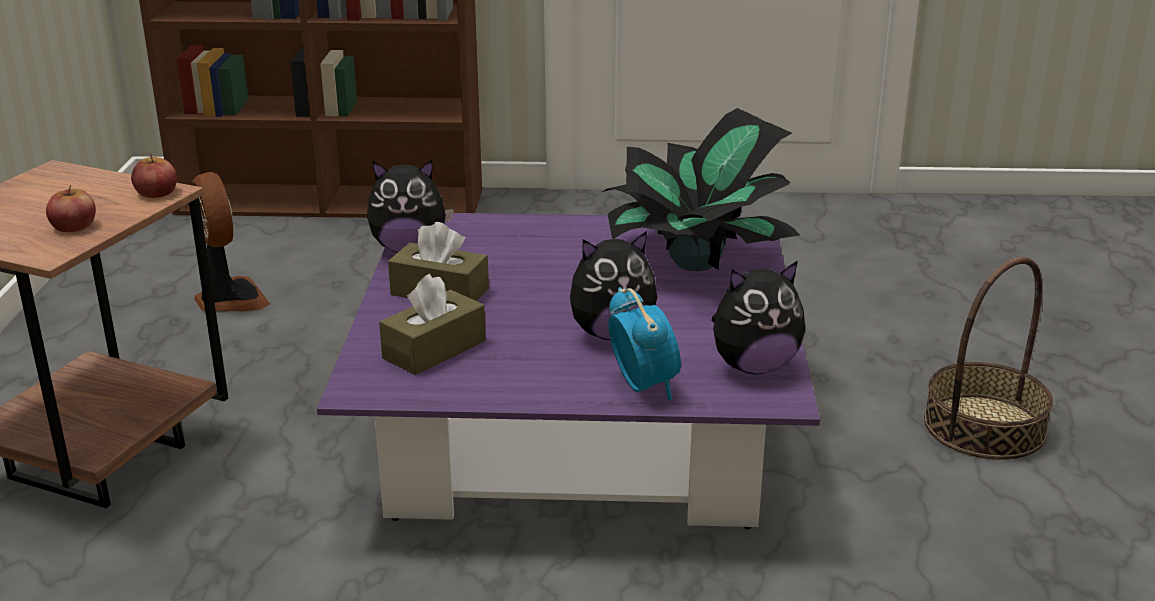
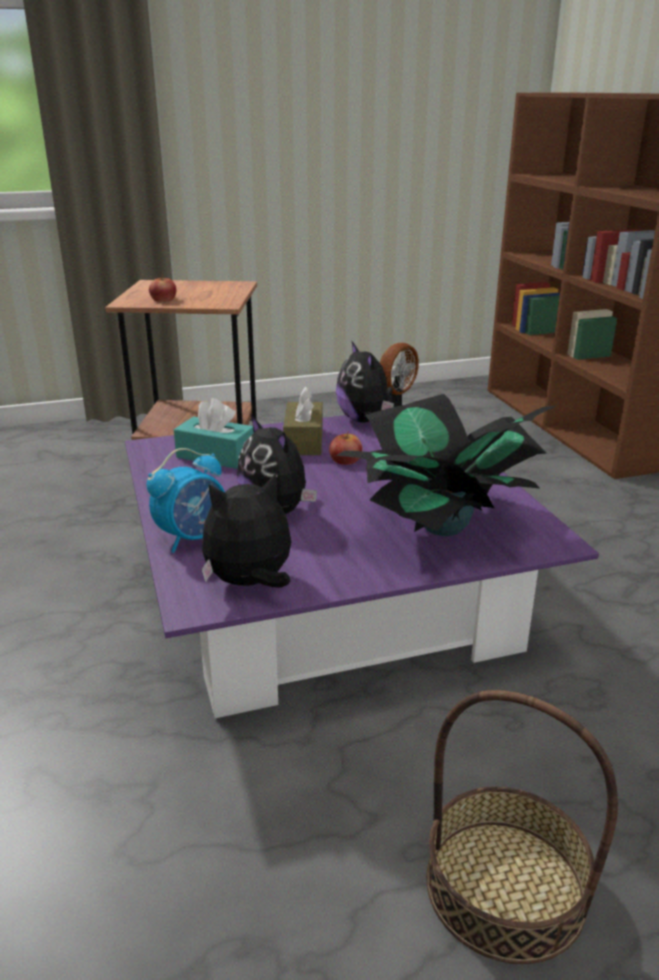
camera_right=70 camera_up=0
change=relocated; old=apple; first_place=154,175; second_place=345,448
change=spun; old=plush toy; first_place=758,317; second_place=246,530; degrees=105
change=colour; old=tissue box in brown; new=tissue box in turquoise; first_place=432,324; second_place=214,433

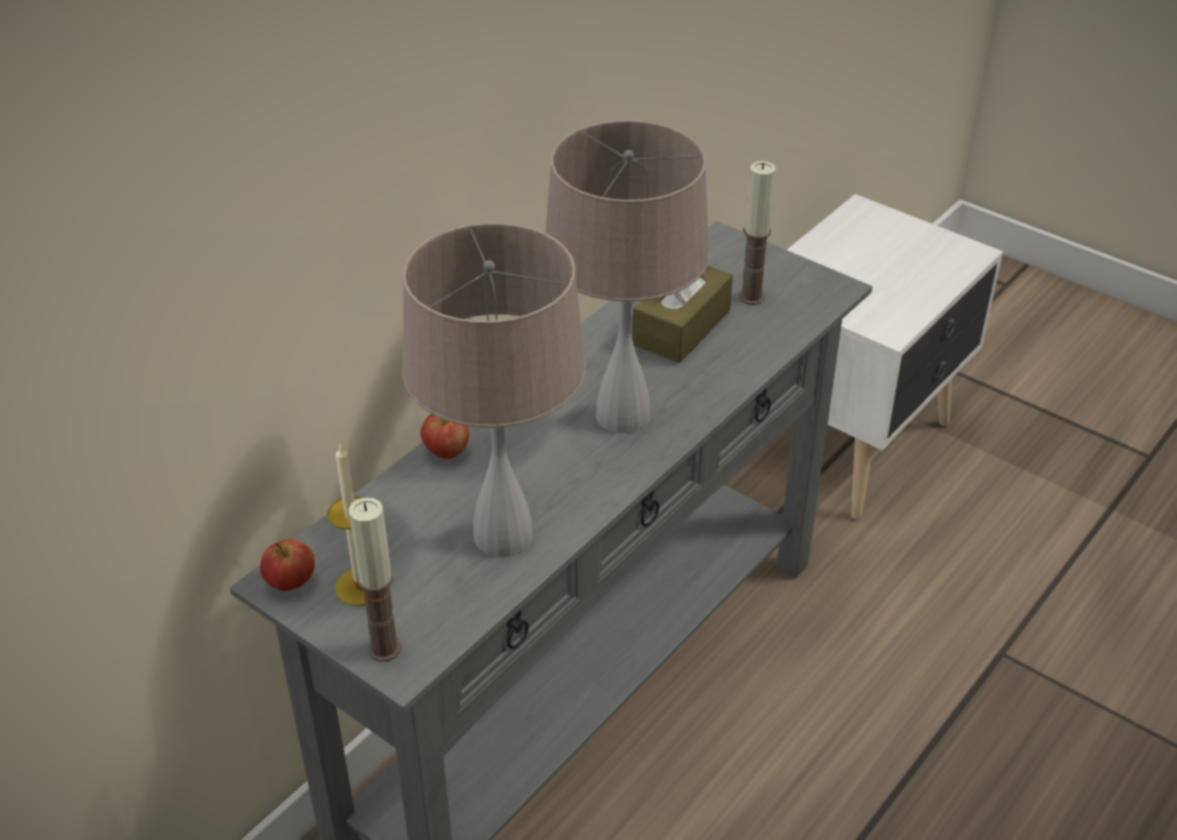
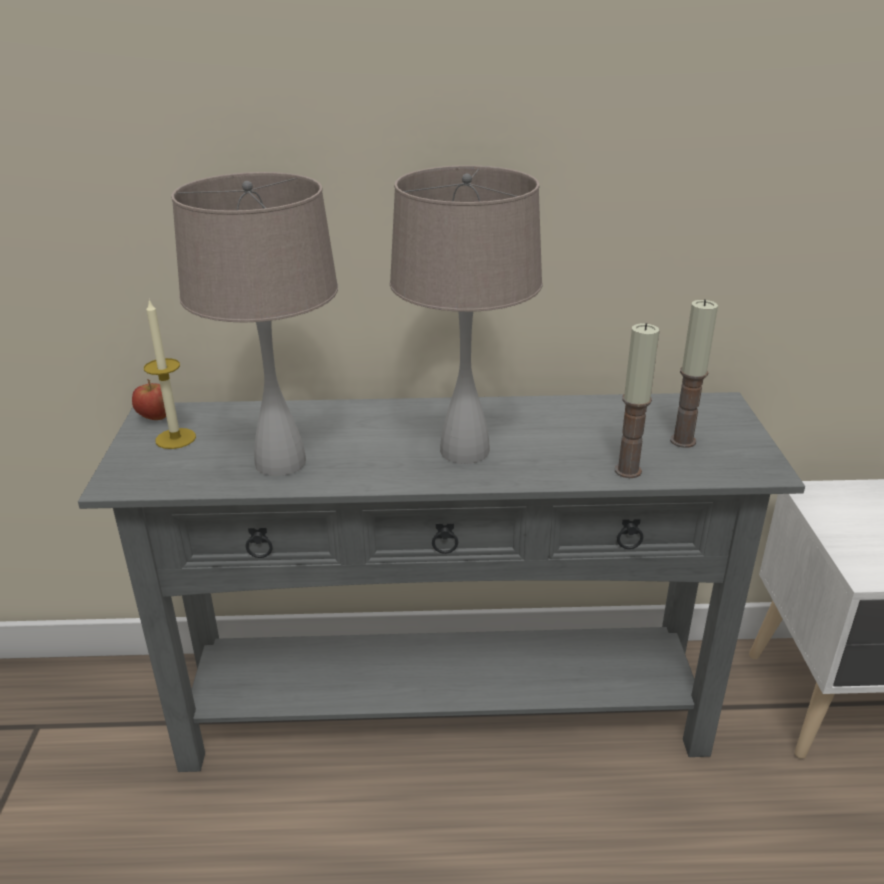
camera_right=50 camera_up=-10
change=missing; old=tissue box in brown; first_place=682,314
change=missing; old=apple; first_place=445,436
change=relocated; old=candle; first_place=375,579; second_place=637,400

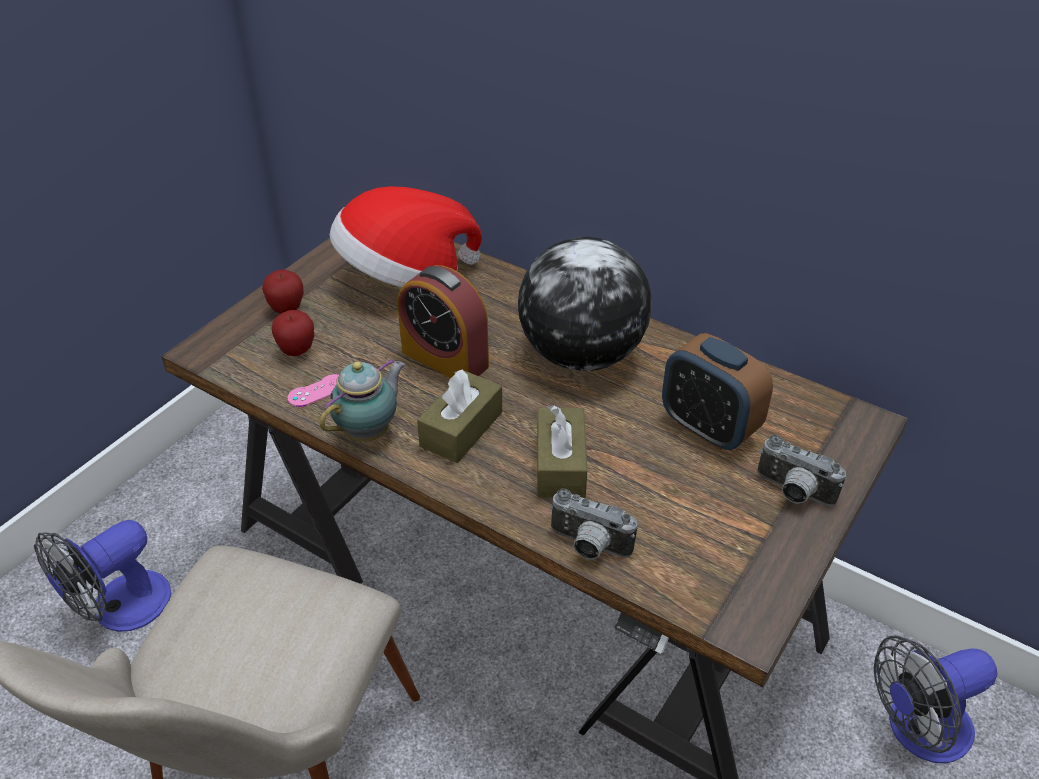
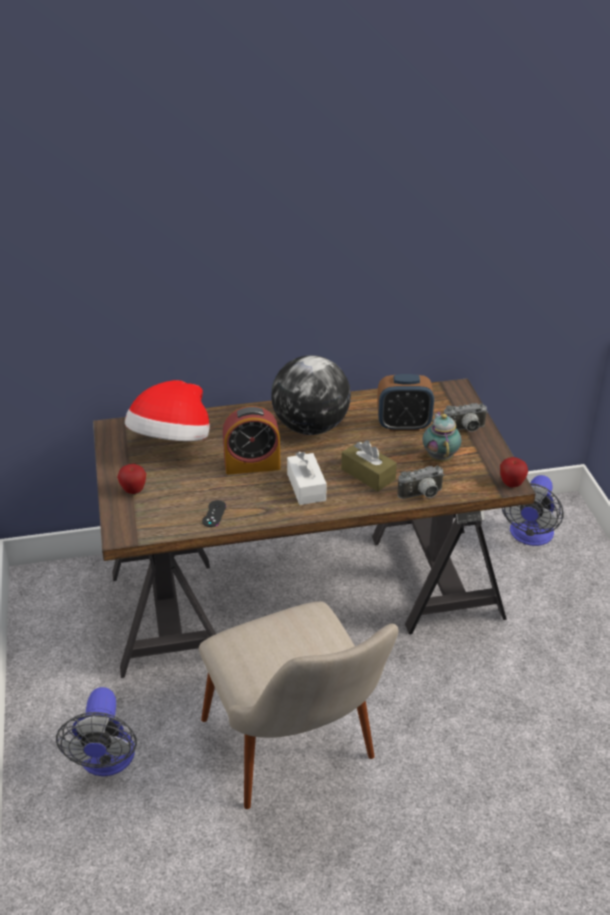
camera_right=-45 camera_up=-5
change=relocated; old=apple; first_place=293,333; second_place=514,472
change=relocated; old=teapot; first_place=362,400; second_place=441,436
change=colour; old=tissue box in brown; new=tissue box in white; first_place=459,416; second_place=307,478
change=colour; old=game controller in pink; new=game controller in black; first_place=313,390; second_place=214,513

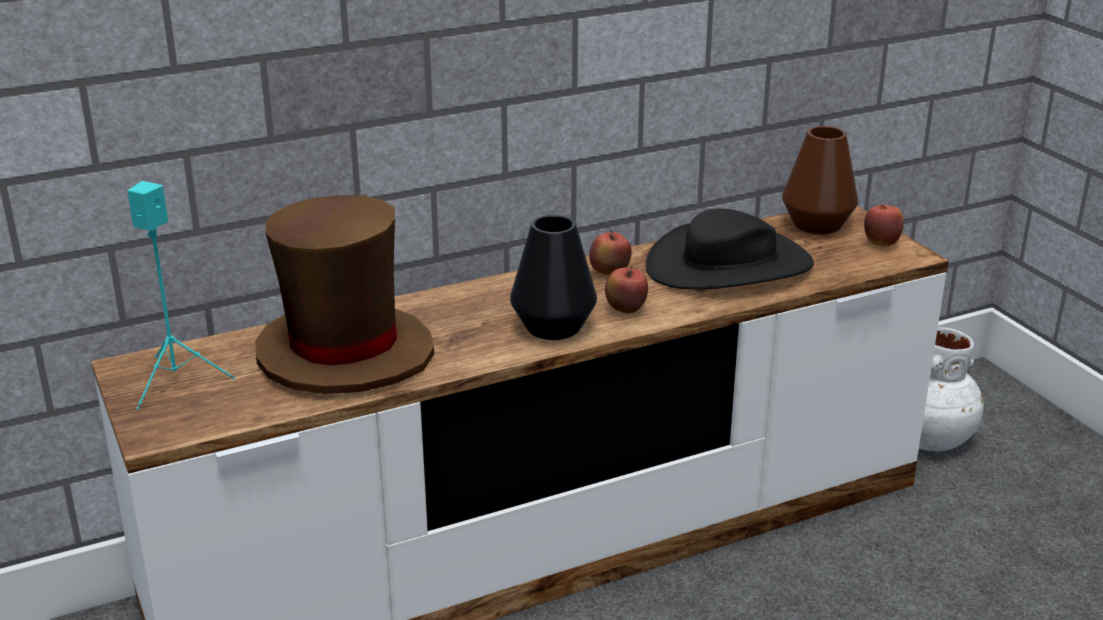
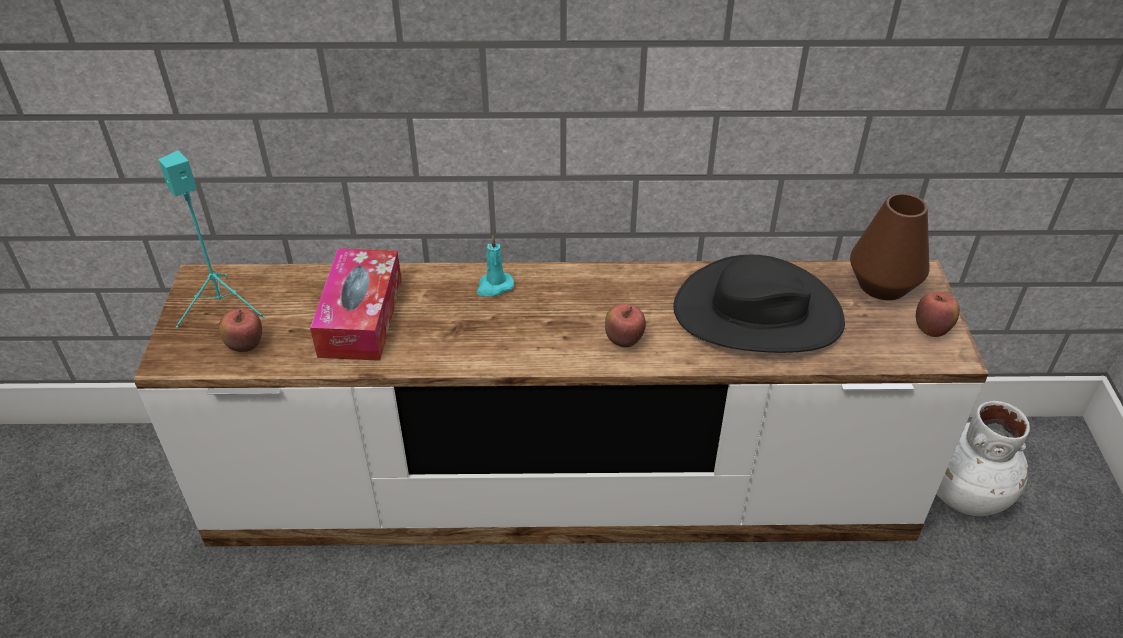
camera_right=25 camera_up=15
change=exchanged; old=hat in brown; new=tissue box; first_place=344,294; second_place=356,304
change=missing; old=vase in black; first_place=553,277
change=relocated; old=apple; first_place=610,252; second_place=240,330
change=appeared; new=candle in turquoise; second_place=495,266

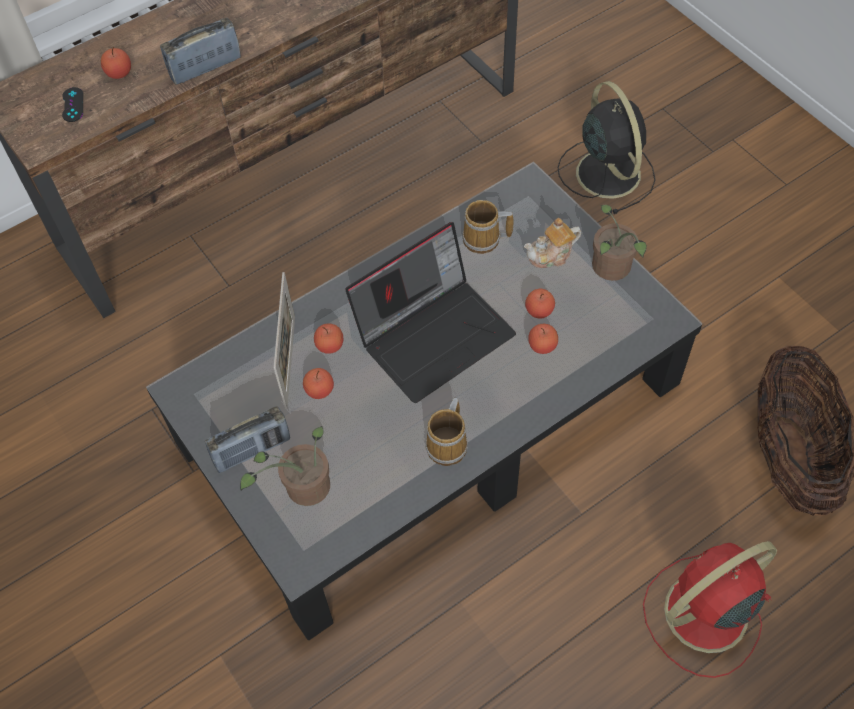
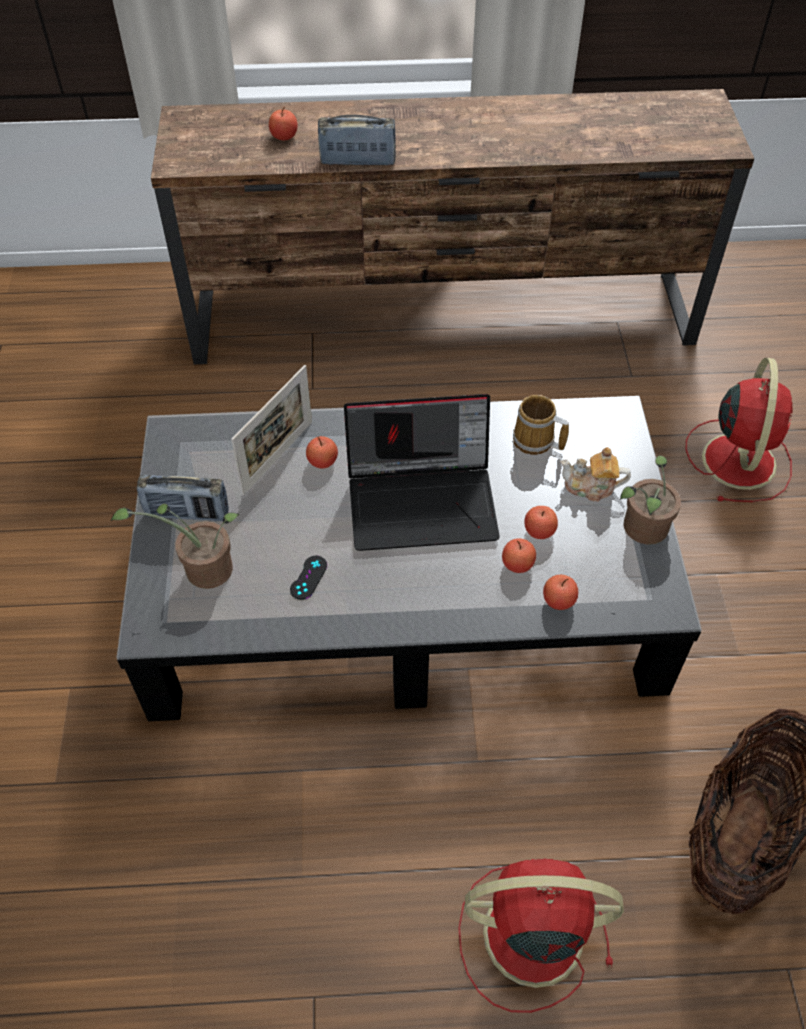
camera_right=30 camera_up=-5
change=colour; old=fan in black; new=fan in red; first_place=607,147; second_place=739,430
change=relocated; old=game controller in black; first_place=72,104; second_place=308,578
change=relocated; old=apple; first_place=318,383; second_place=560,592
change=missing; old=mug; first_place=446,432

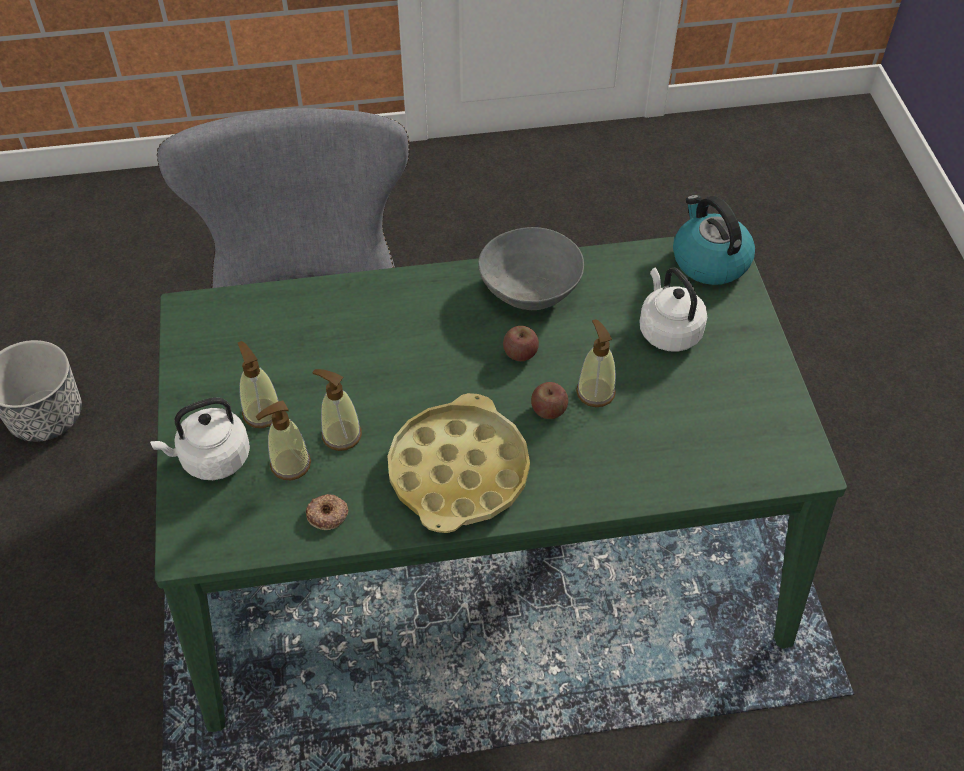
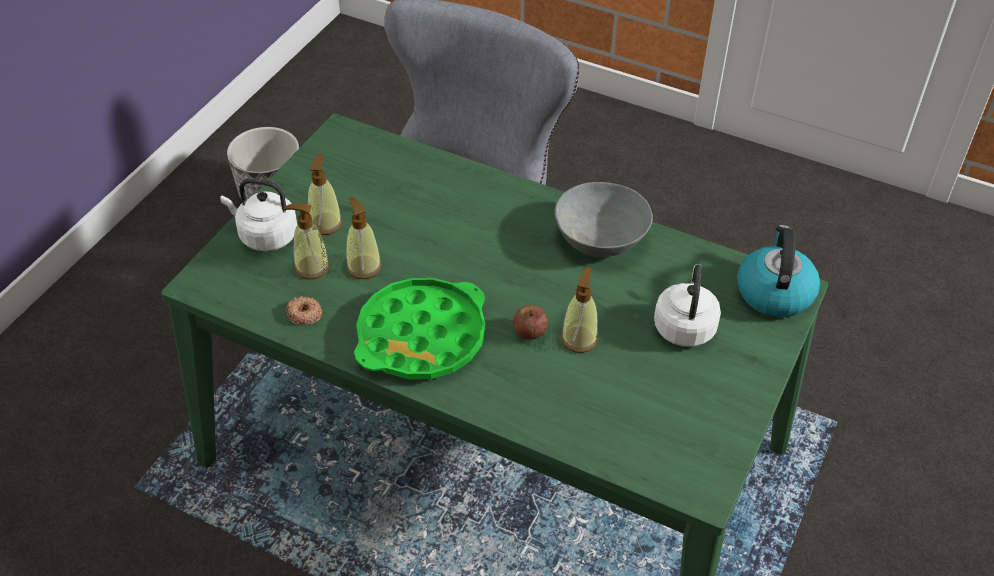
camera_right=35 camera_up=-5
change=missing; old=apple; first_place=521,343
change=colour; old=tray in yellow; new=tray in green; first_place=458,463; second_place=419,328

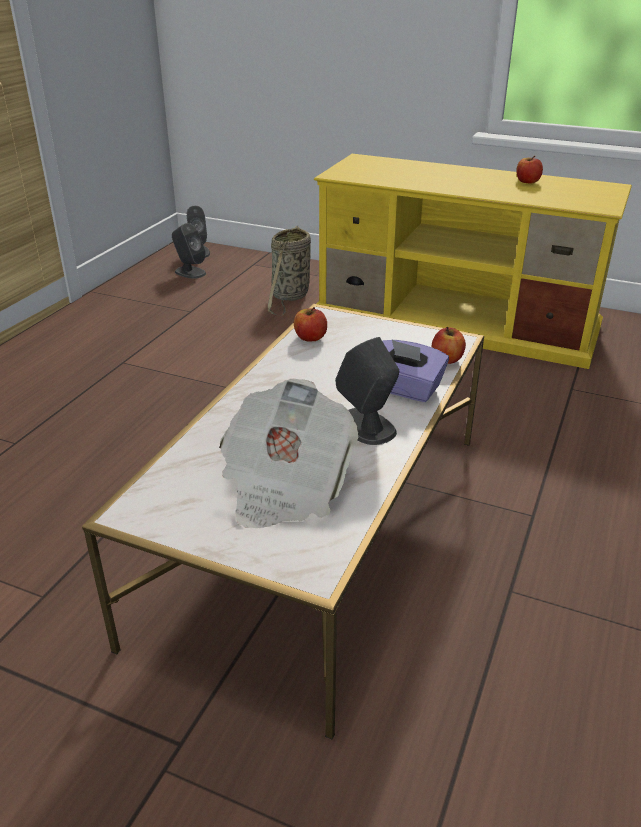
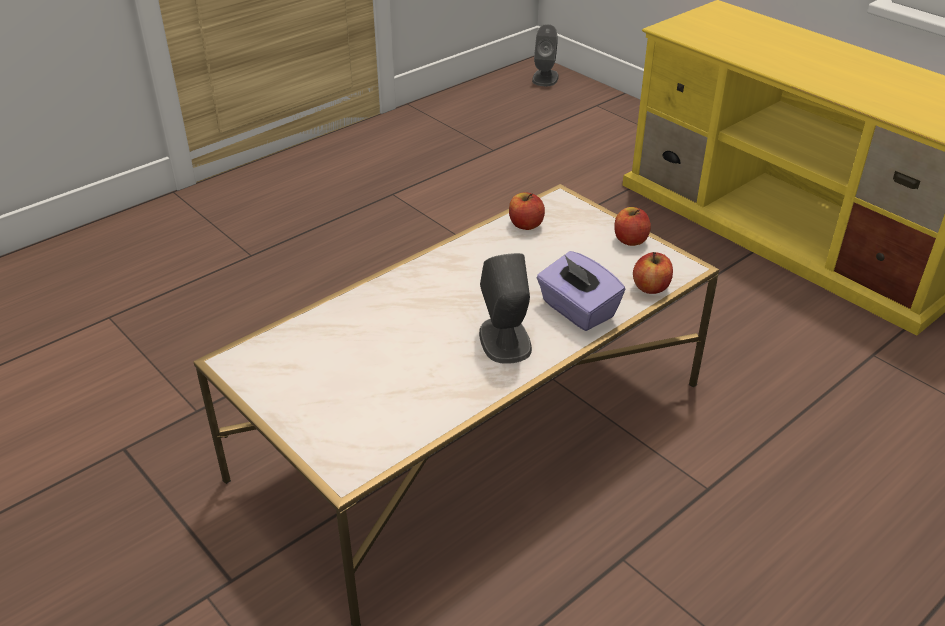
camera_right=25 camera_up=5
change=relocated; old=apple; first_place=529,170; second_place=632,226
change=missing; old=speaker in grey; first_place=189,251
change=missing; old=basket; first_place=289,271
change=missing; old=newspaper; first_place=289,453

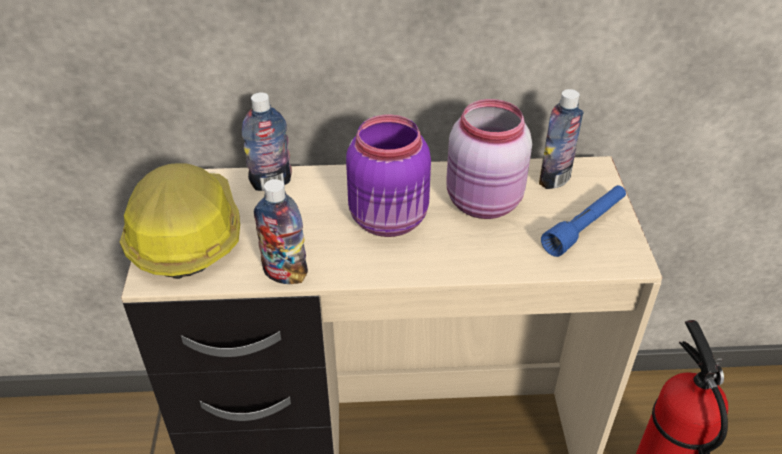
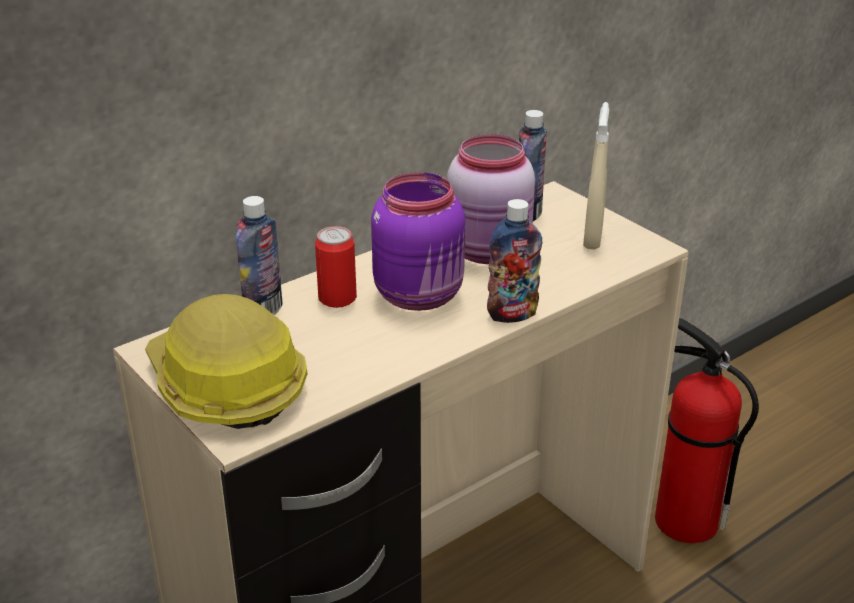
camera_right=-35 camera_up=-10
change=relocated; old=bottle; first_place=281,231; second_place=514,261
change=exchanged; old=flashlight in blue; new=spray bottle in beige; first_place=583,221; second_place=596,175
change=appeared; new=can; second_place=336,267

